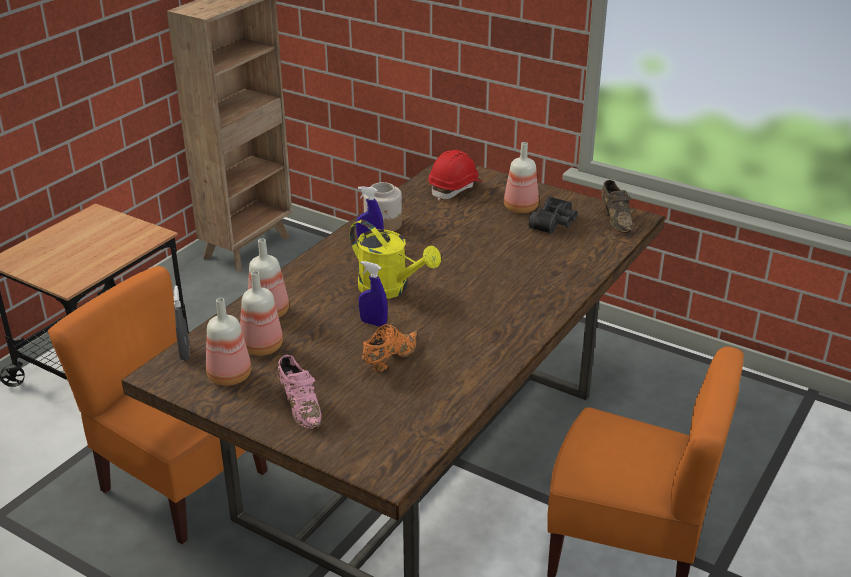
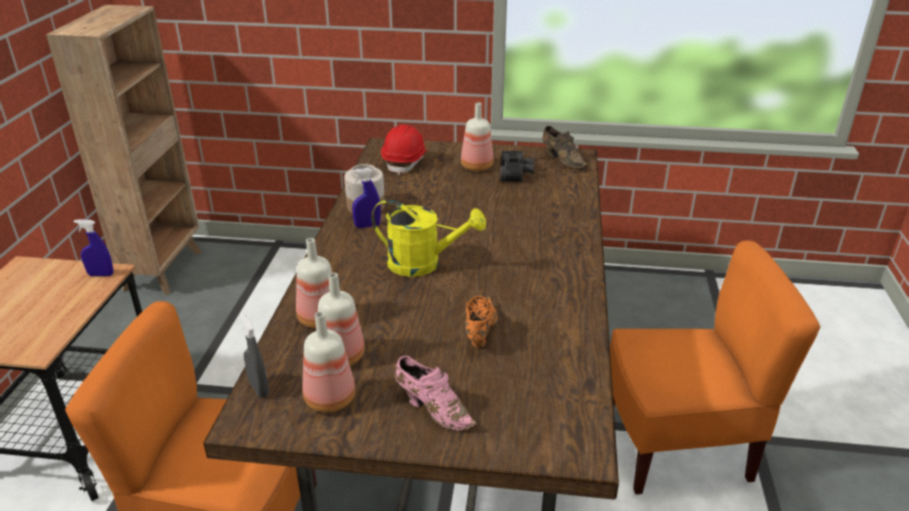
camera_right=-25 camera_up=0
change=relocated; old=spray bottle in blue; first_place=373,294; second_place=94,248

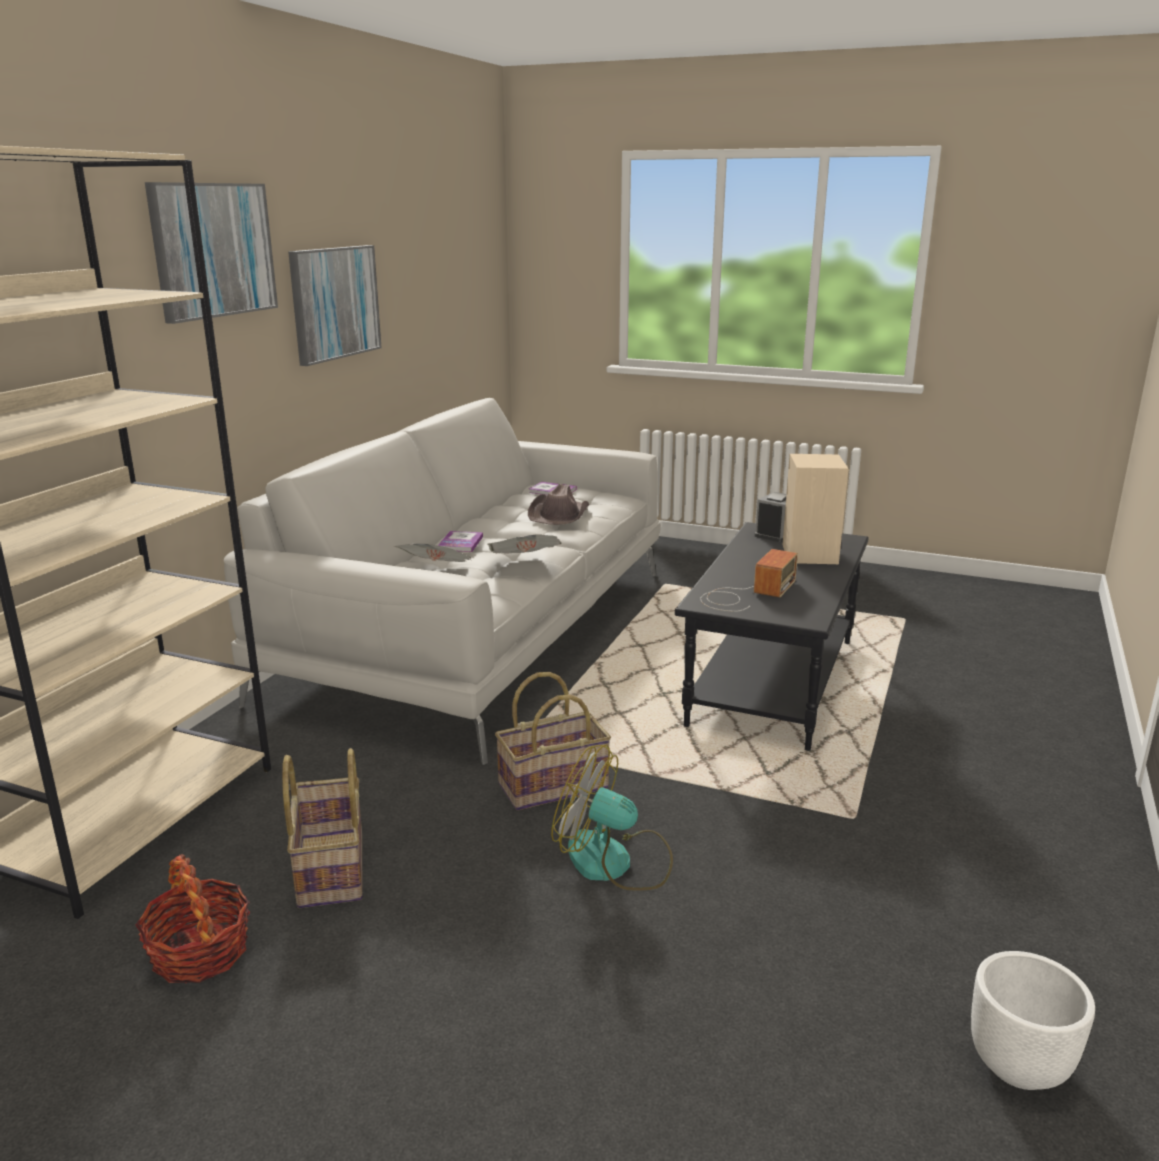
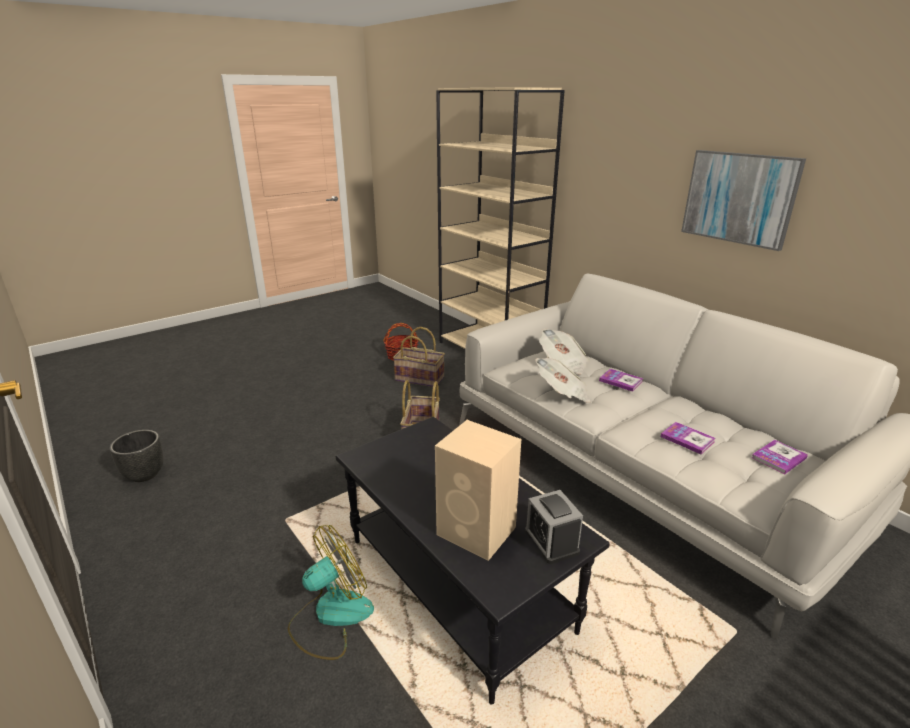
camera_right=120 camera_up=5
change=missing; old=picture; first_place=211,253
change=exchanged; old=hat in brown; new=book; first_place=558,504; second_place=688,438
change=missing; old=radio; first_place=749,580
change=relocated; old=fan; first_place=612,817; second_place=331,592
change=colour; old=planter in white; new=planter in black; first_place=1033,1020; second_place=136,456

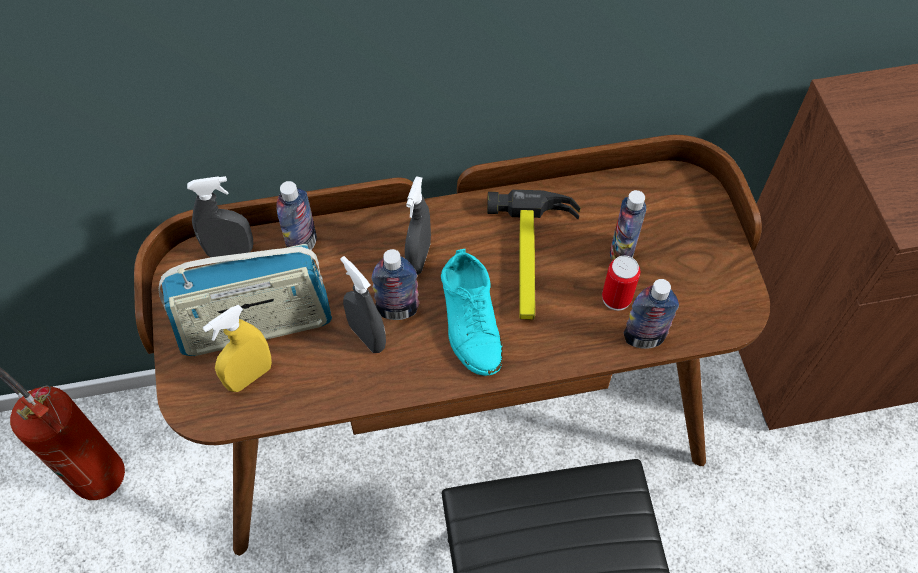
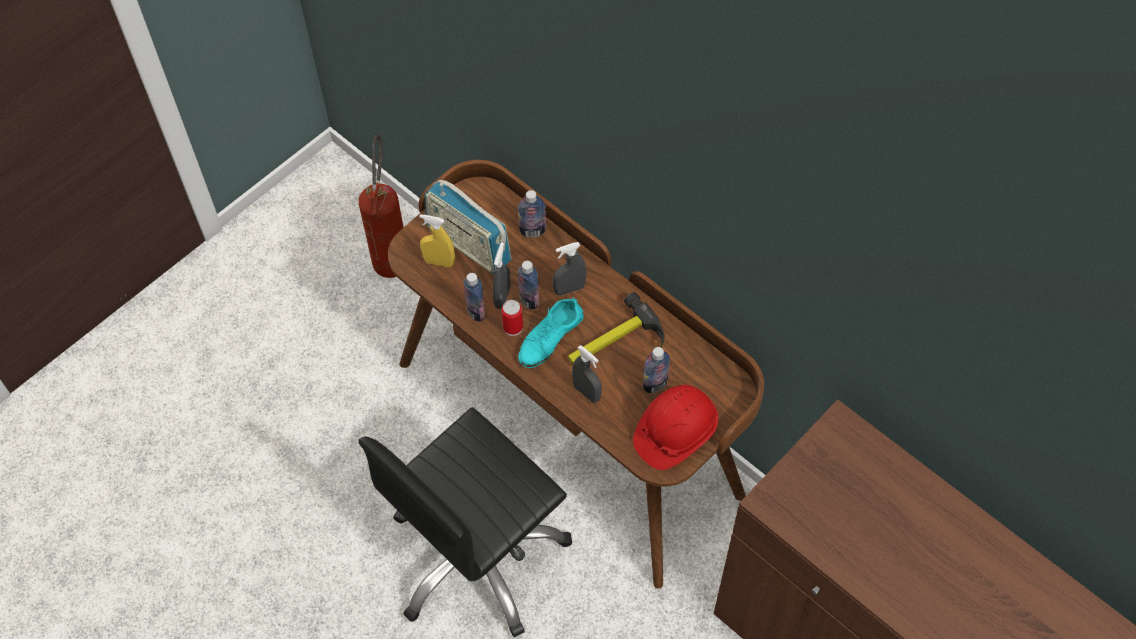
camera_right=55 camera_up=0
change=relocated; old=spray bottle in grey; first_place=220,216; second_place=587,374
change=relocated; old=can; first_place=621,283; second_place=512,318
change=relocated; old=bottle; first_place=651,314; second_place=474,297
change=appeared; new=hard hat in red; second_place=675,427

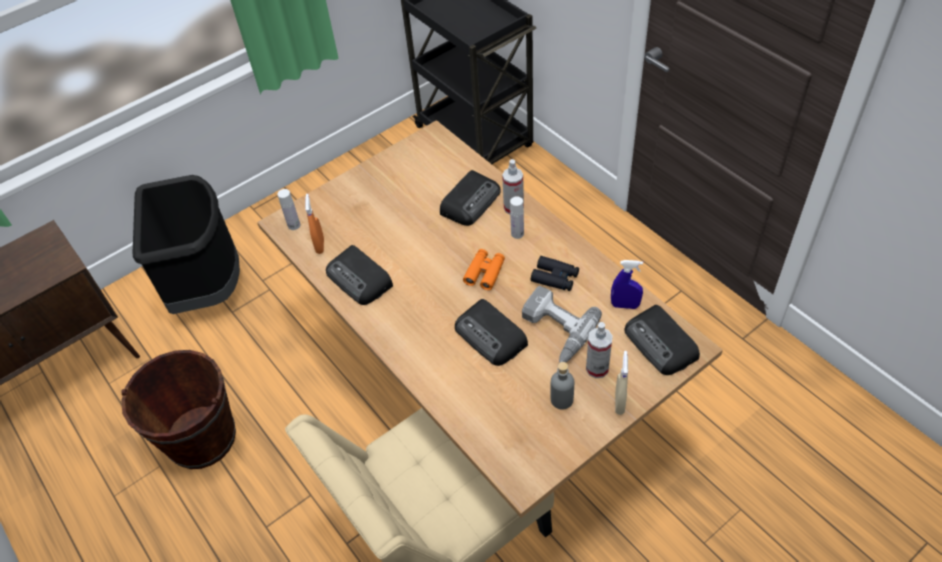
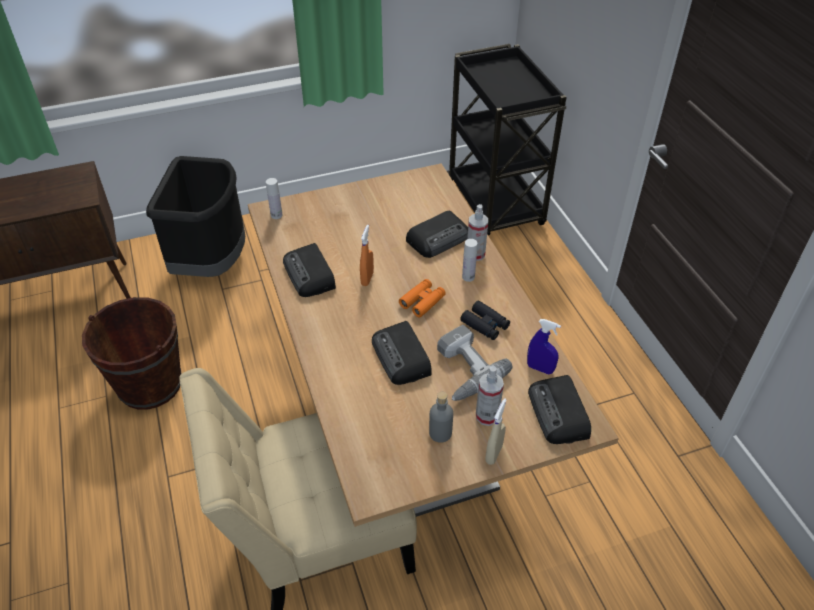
camera_right=15 camera_up=-5
change=relocated; old=spray bottle in orange; first_place=314,224; second_place=367,255

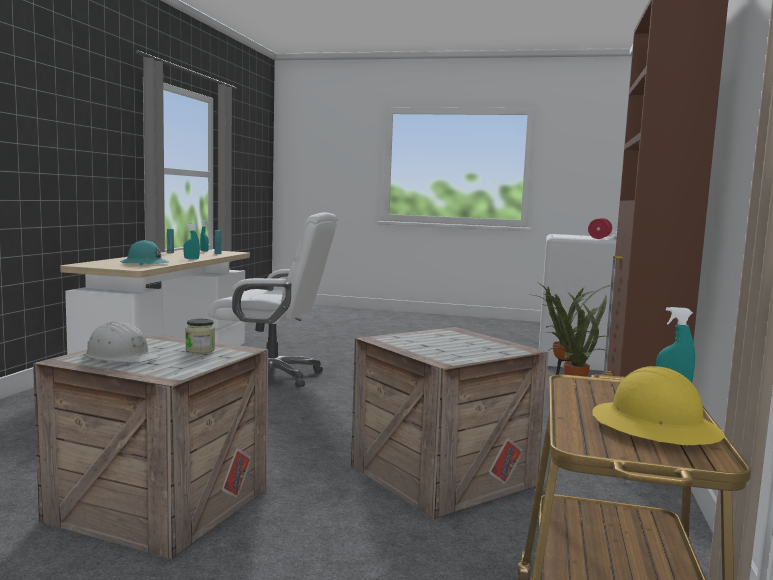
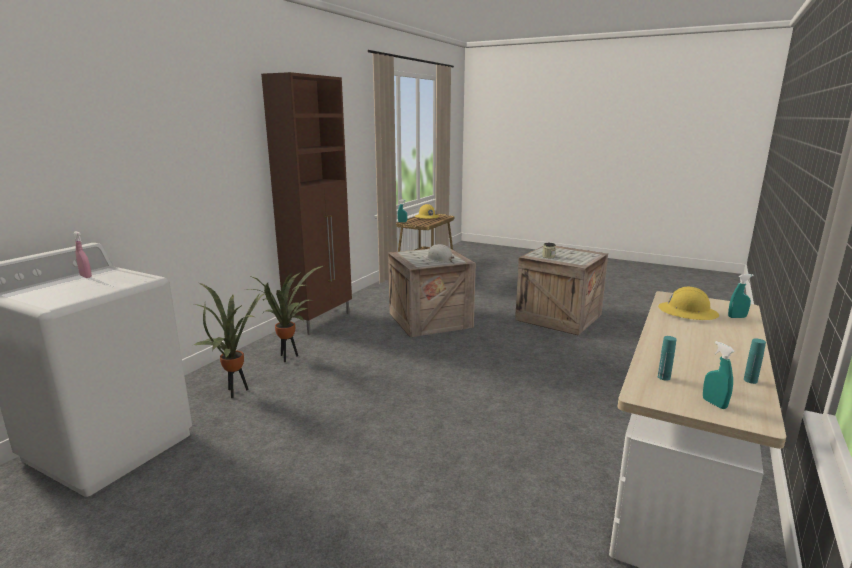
camera_right=-165 camera_up=10
change=missing; old=office chair in white; first_place=272,300
change=exchanged; old=dumbbell in red; new=spray bottle in pink; first_place=600,228; second_place=82,254
change=relocated; old=spray bottle in turquoise; first_place=191,241; second_place=741,296
change=colour; old=hard hat in turquoise; new=hard hat in yellow; first_place=144,252; second_place=688,303
change=relocated; old=hard hat in white; first_place=122,342; second_place=438,253

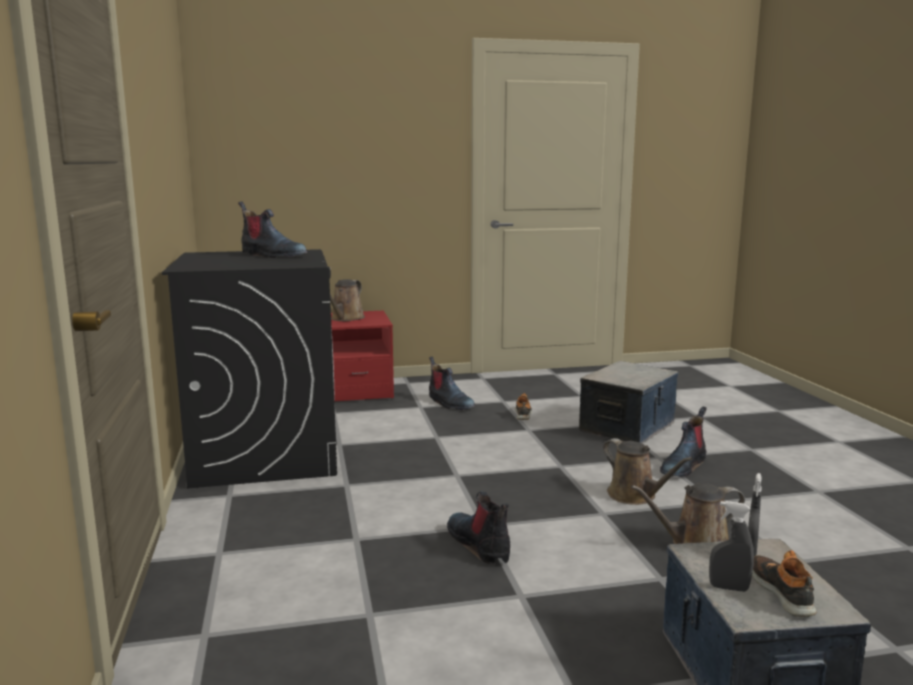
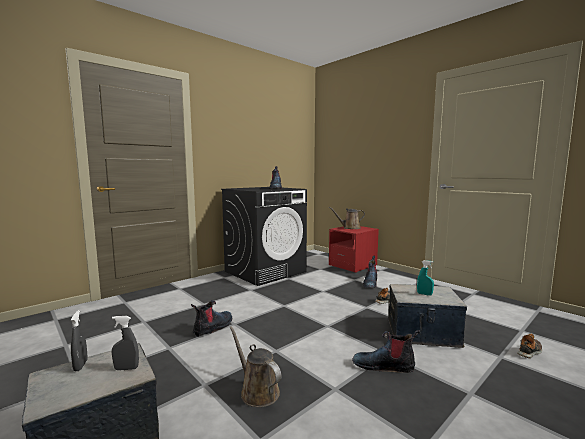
camera_right=60 camera_up=-5
change=missing; old=watering can in brown; first_place=648,471
change=relocated; old=shoe; first_place=784,583; second_place=529,345
change=appeared; new=spray bottle in turquoise; second_place=425,277

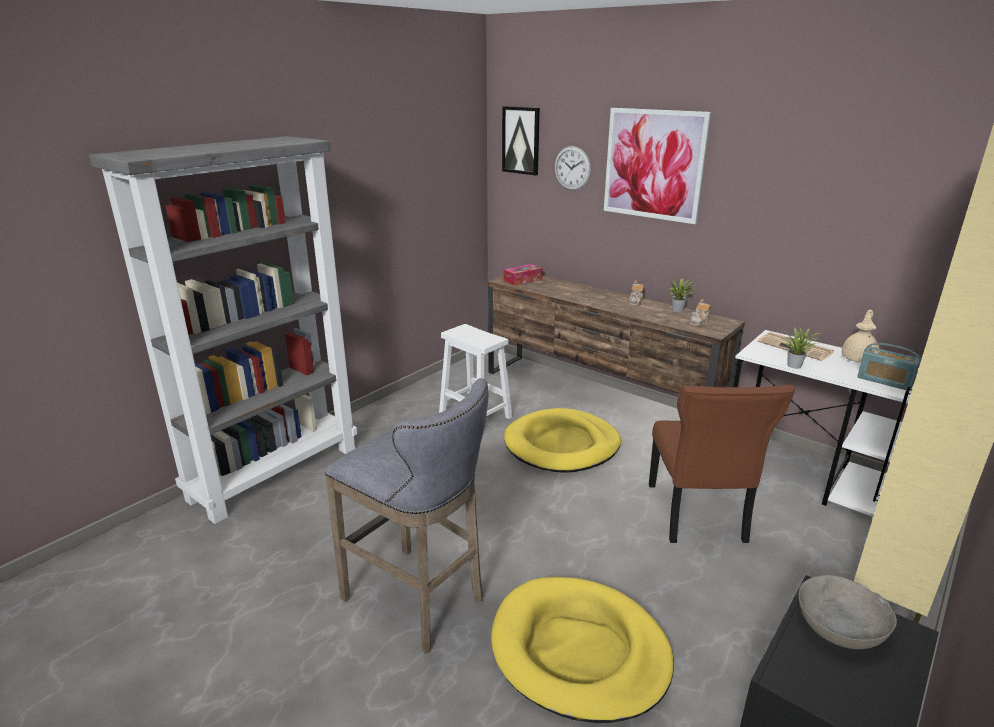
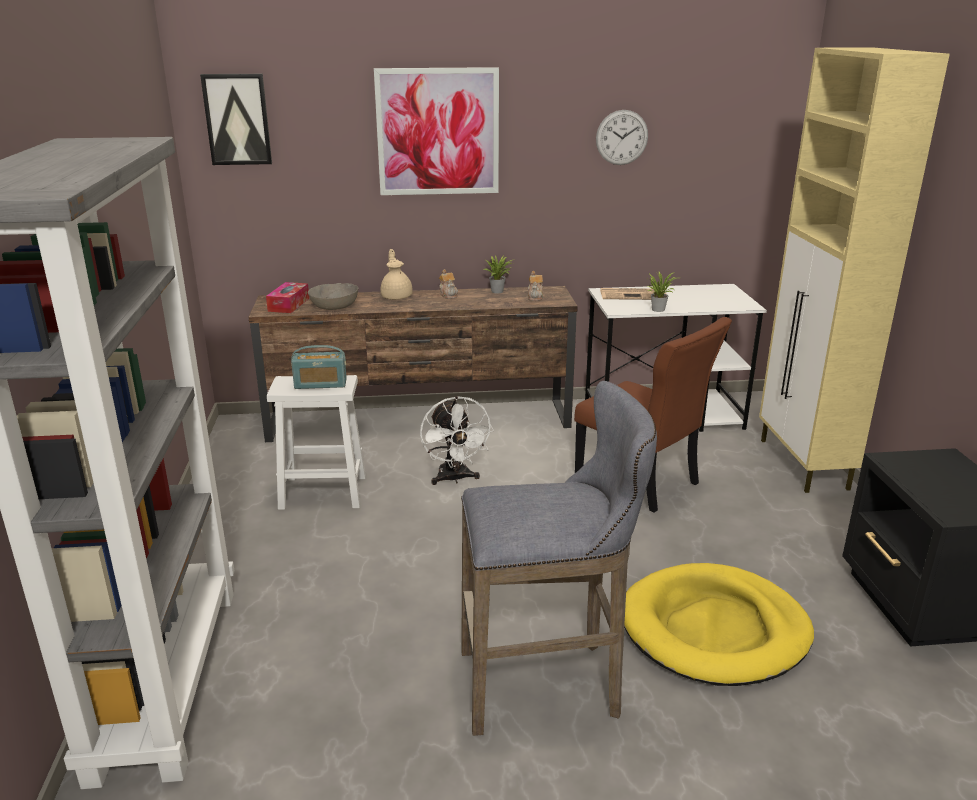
camera_right=-45 camera_up=0
change=relocated; old=wall clock; first_place=572,168; second_place=622,137
change=relocated; old=teapot in beige; first_place=861,335; second_place=396,274
change=relocated; old=radio; first_place=889,367; second_place=319,367
change=exchanged; old=dog bed in yellow; new=fan in white; first_place=562,440; second_place=457,440
change=relocated; old=bowl in grey; first_place=848,612; second_place=333,296

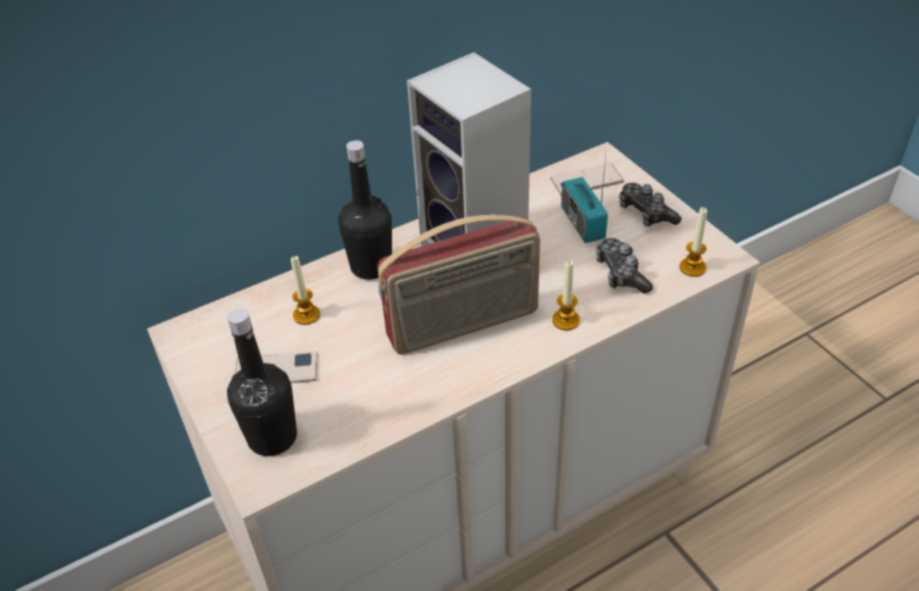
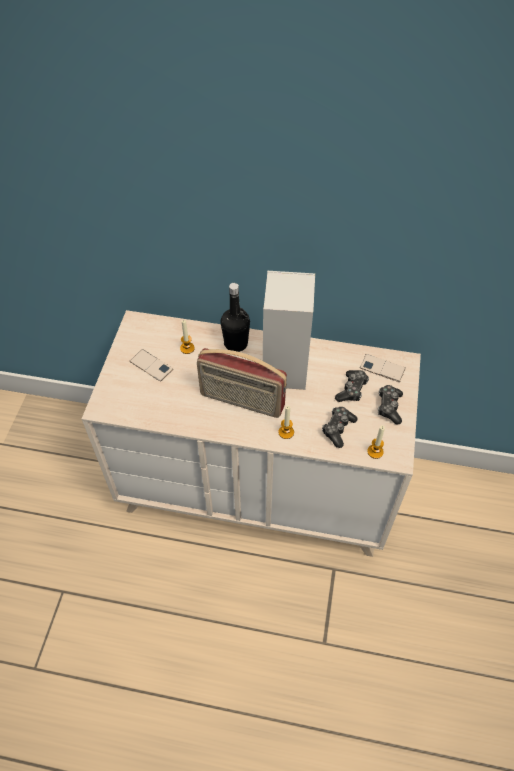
camera_right=40 camera_up=10
change=exchanged; old=radio; new=game controller; first_place=584,199; second_place=352,386
change=missing; old=bottle in black; first_place=262,382

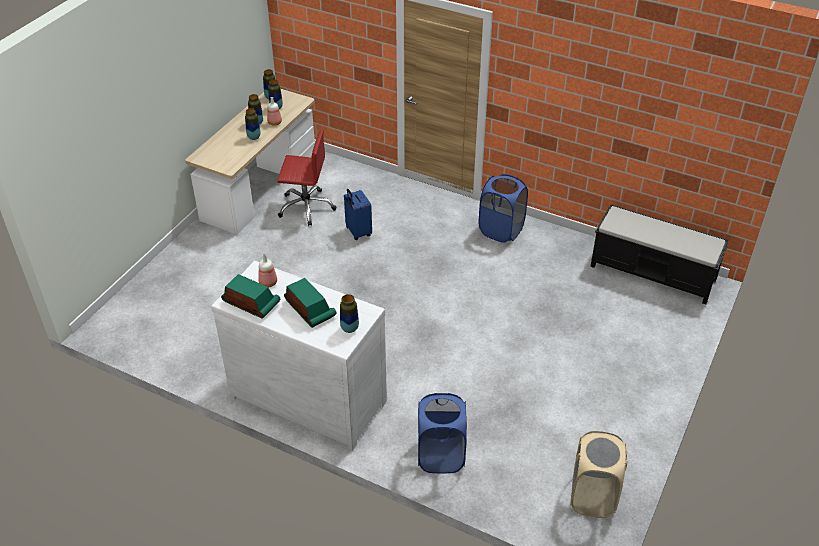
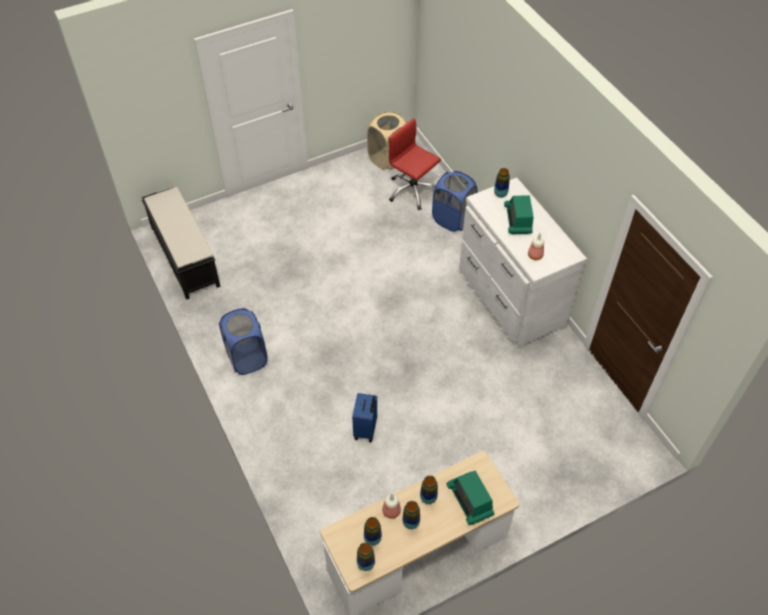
camera_right=-145 camera_up=10
change=relocated; old=office chair in red; first_place=306,177; second_place=415,164
change=relocated; old=radio; first_place=250,296; second_place=470,497

